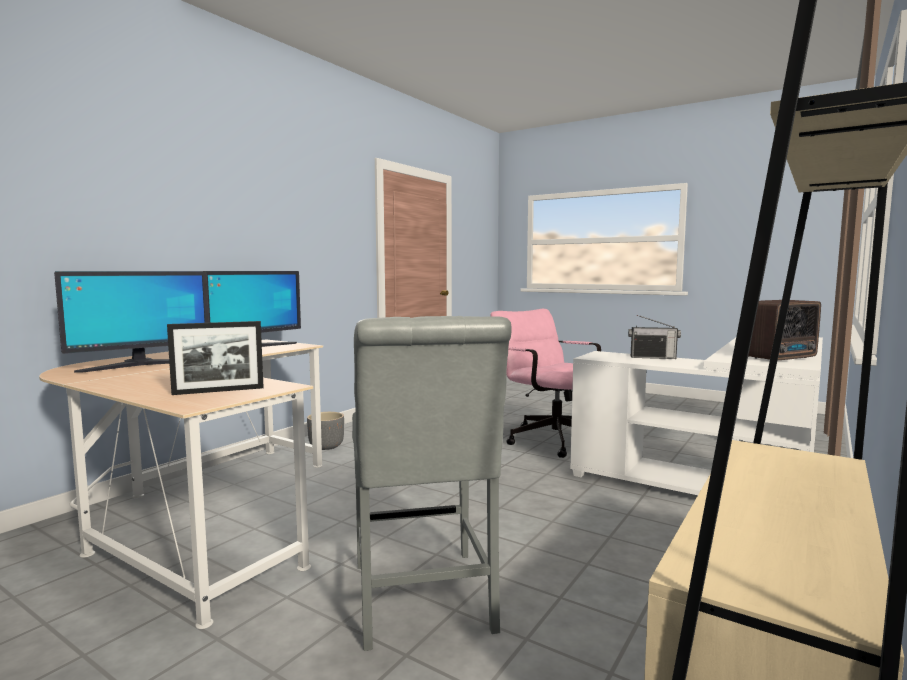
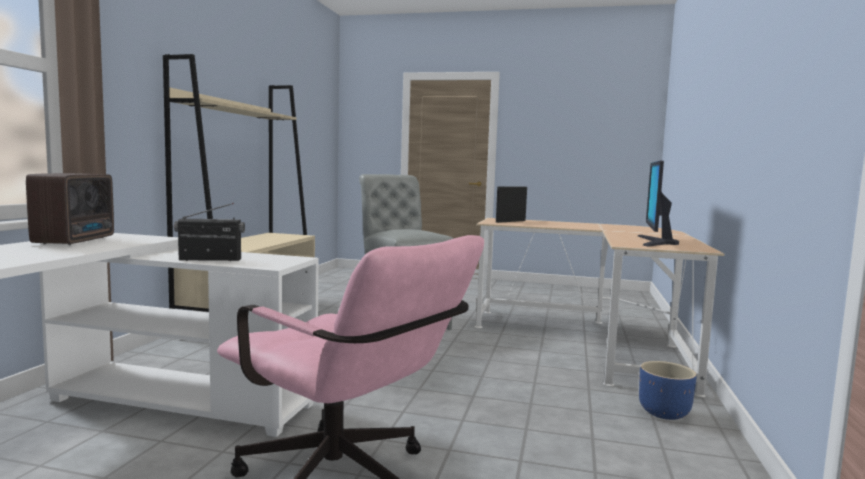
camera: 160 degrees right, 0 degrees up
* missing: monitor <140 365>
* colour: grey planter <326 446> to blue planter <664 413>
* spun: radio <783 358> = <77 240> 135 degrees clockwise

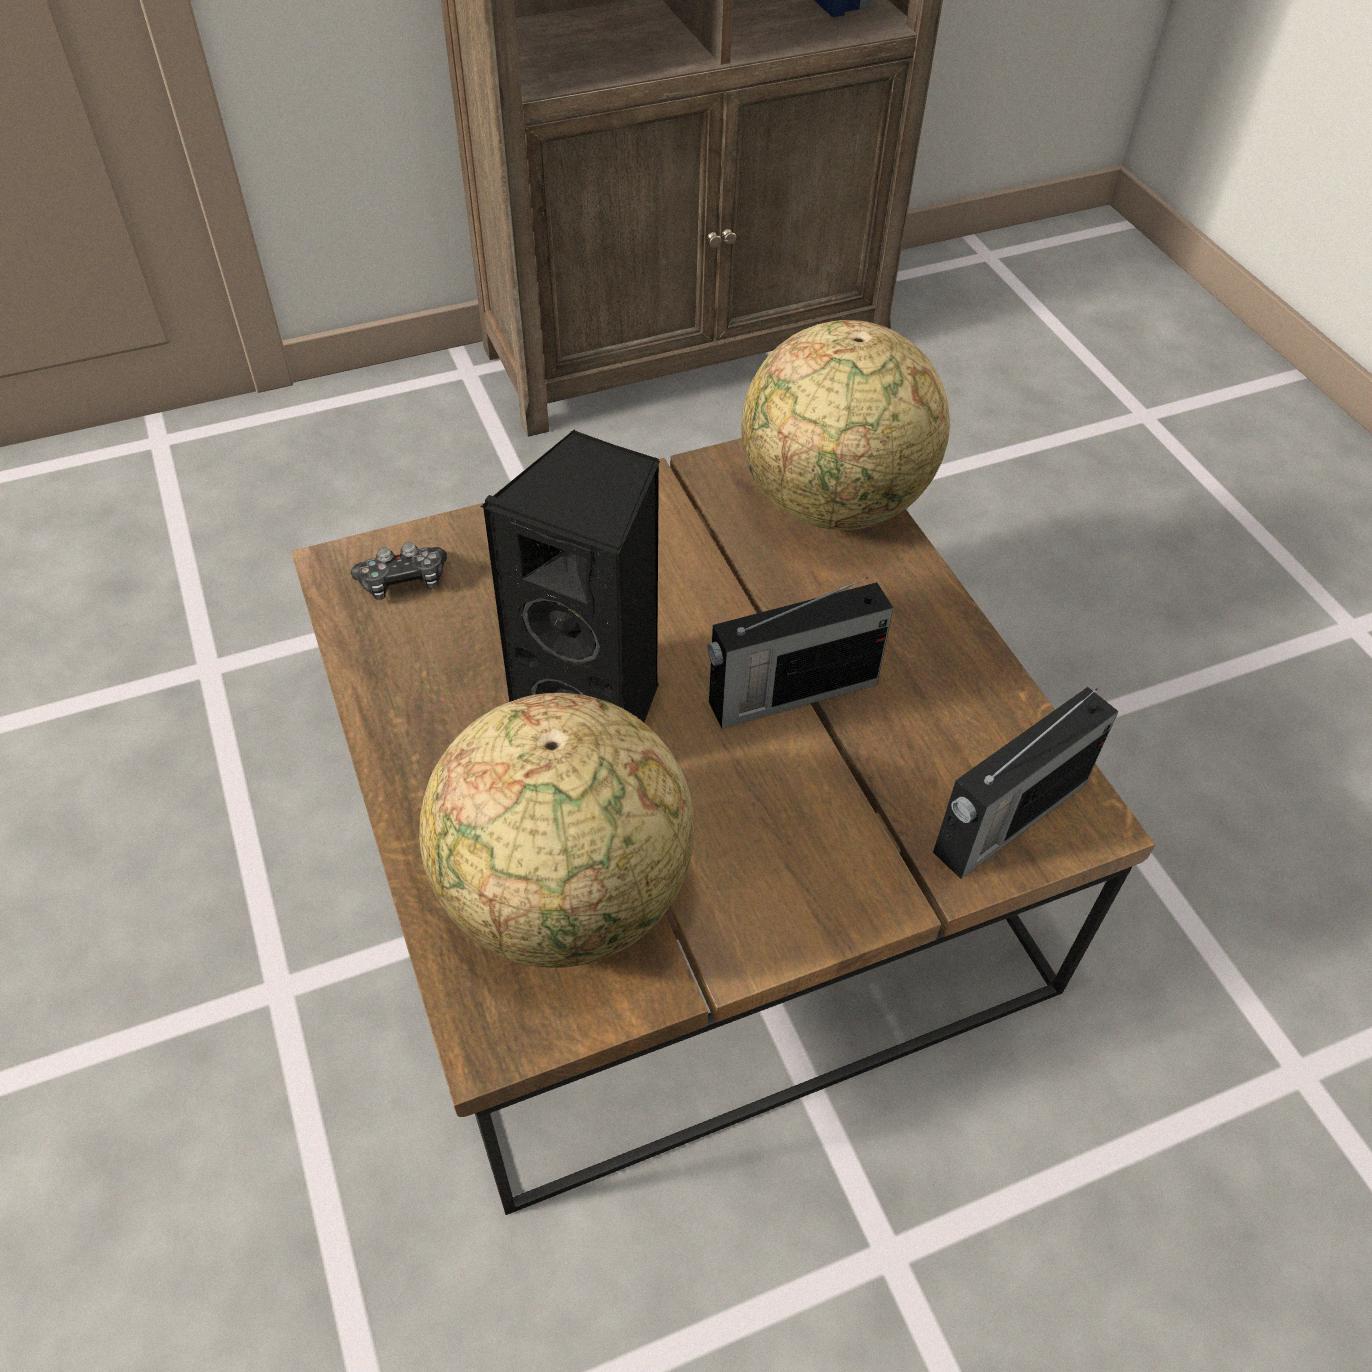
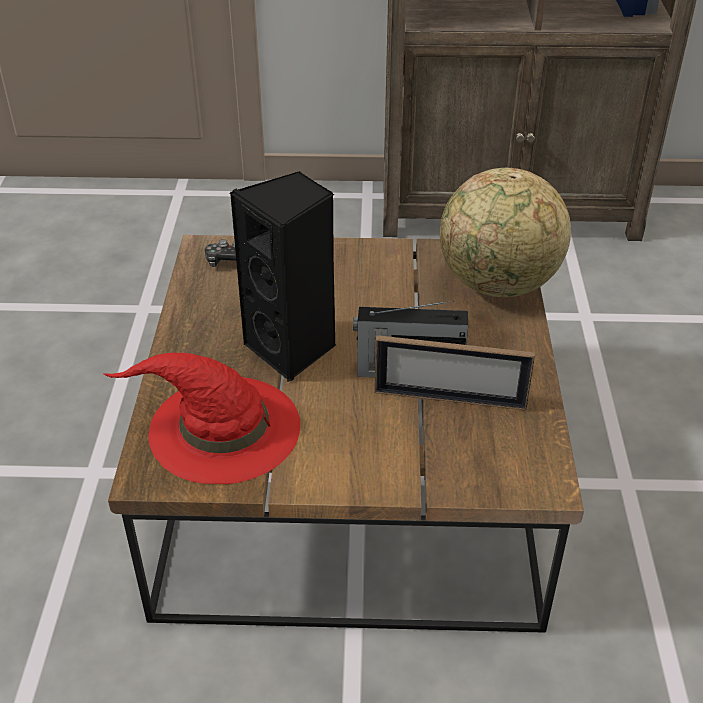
camera: 25 degrees right, 10 degrees down
* missing: radio <1007 819>
* appeared: picture frame <449 399>
* exchanged: globe <567 898> to red hat <222 429>

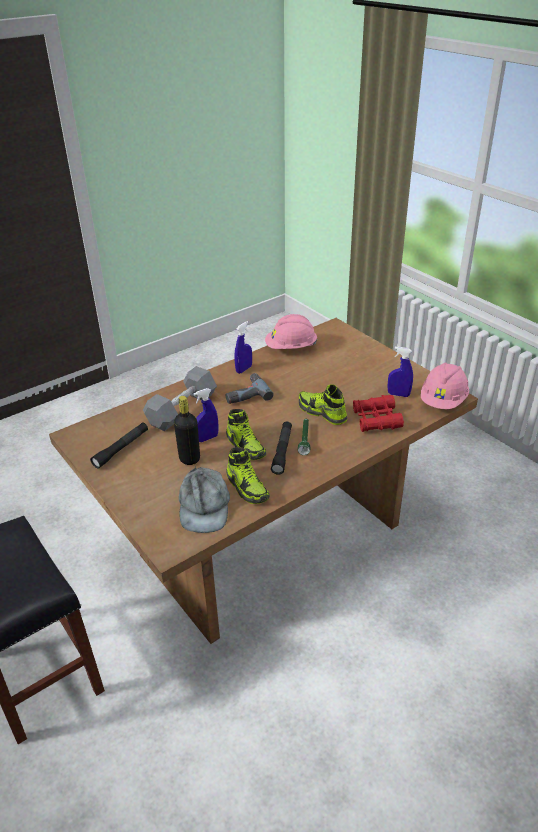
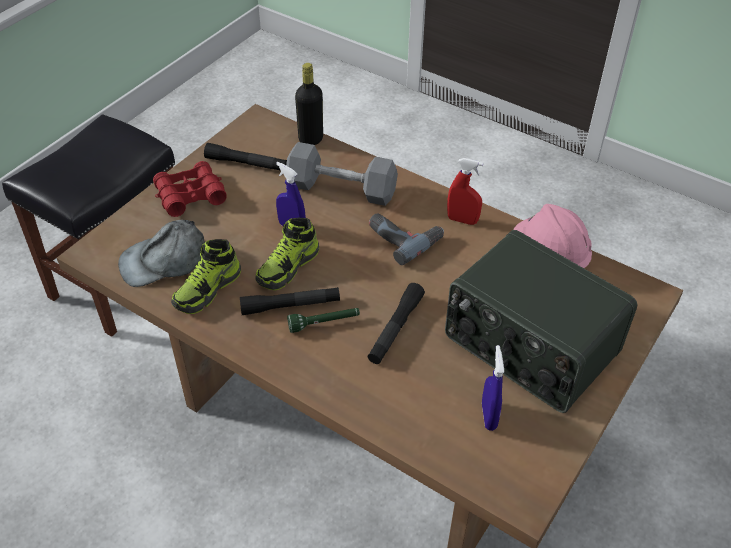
camera: 70 degrees right, 10 degrees up
* missing: pink hard hat <443 401>
* appeared: radio <529 346>
* relocated: black bottle <189 458> to <311 139>
* relocated: red binoculars <376 419> to <190 195>
* exchanged: shoe <322 413> to black flashlight <395 329>
* colour: blue spray bottle <244 369> to red spray bottle <462 220>

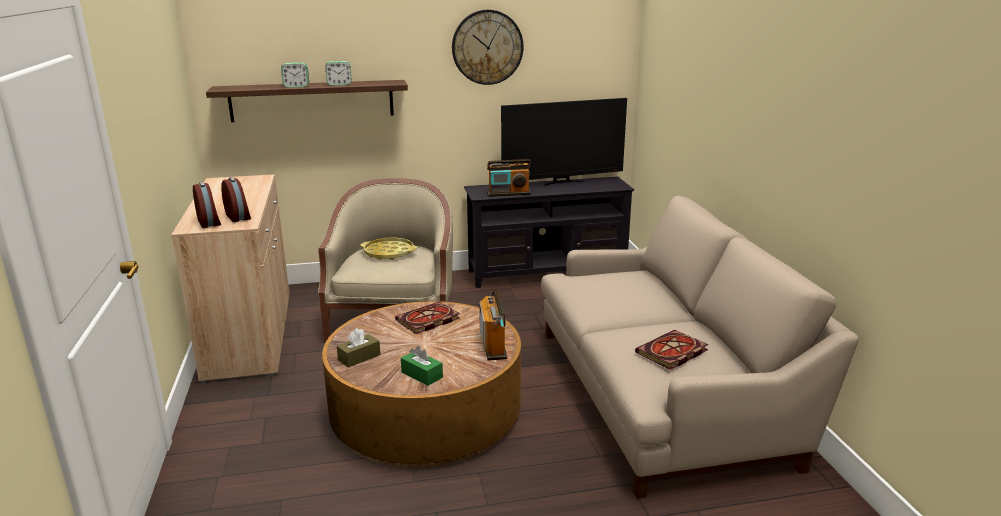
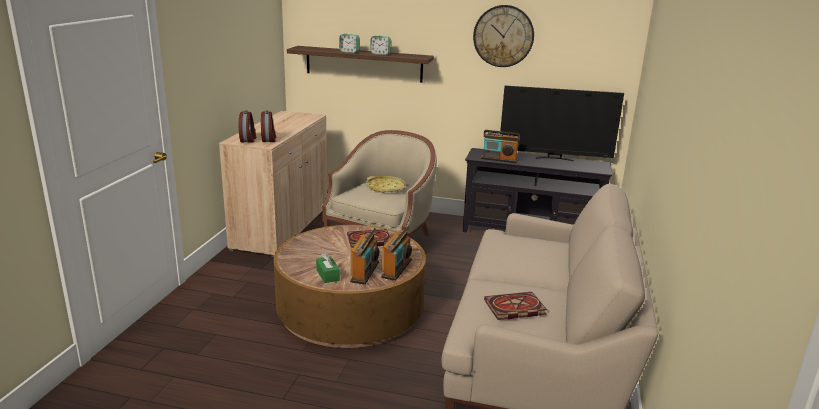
camera: 25 degrees right, 0 degrees up
* missing: brown tissue box <359 357>
* appeared: radio <365 272>

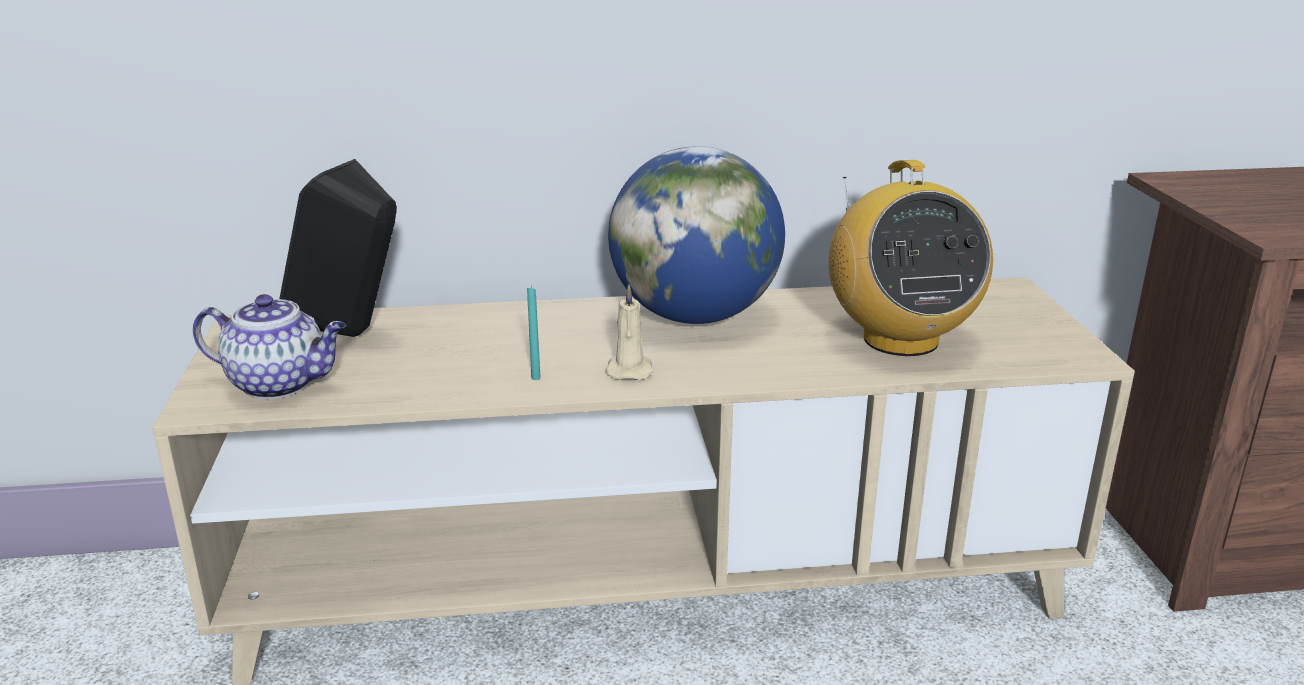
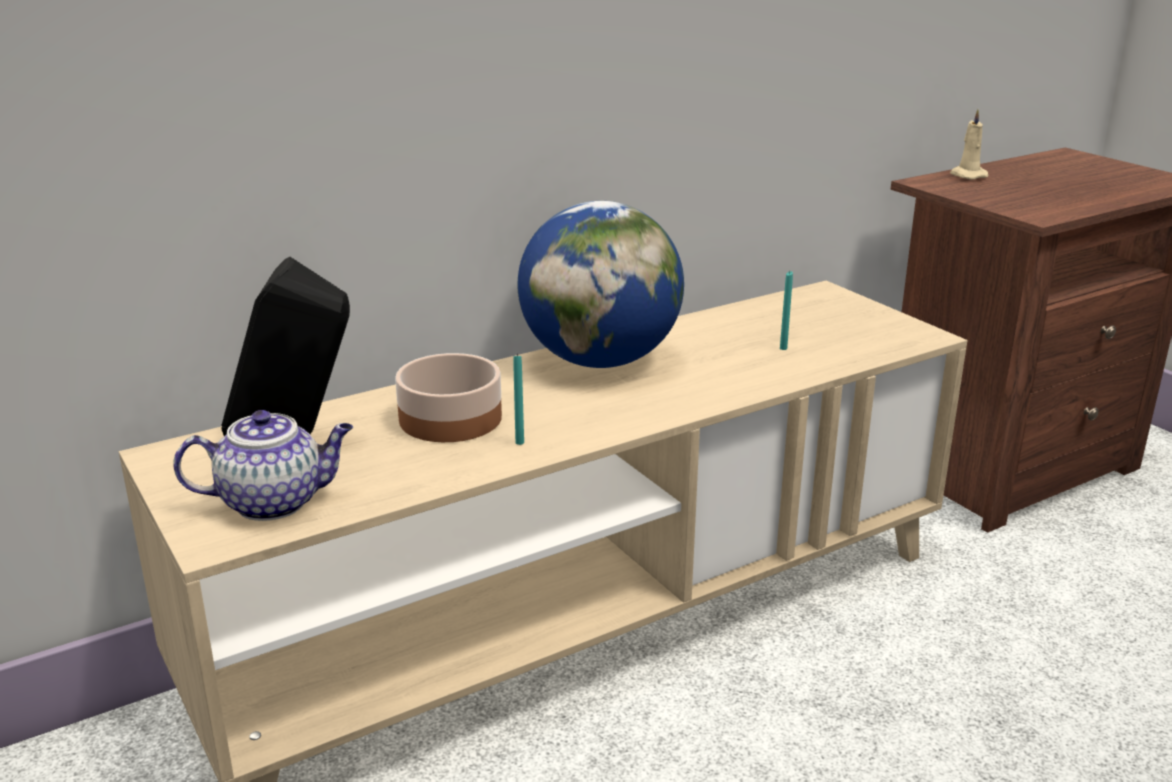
camera: 25 degrees left, 0 degrees up
* appeared: bowl <449 418>
* relocated: beige candle <629 369> to <966 175>
* exchanged: radio <899 339> to turquoise candle <783 348>

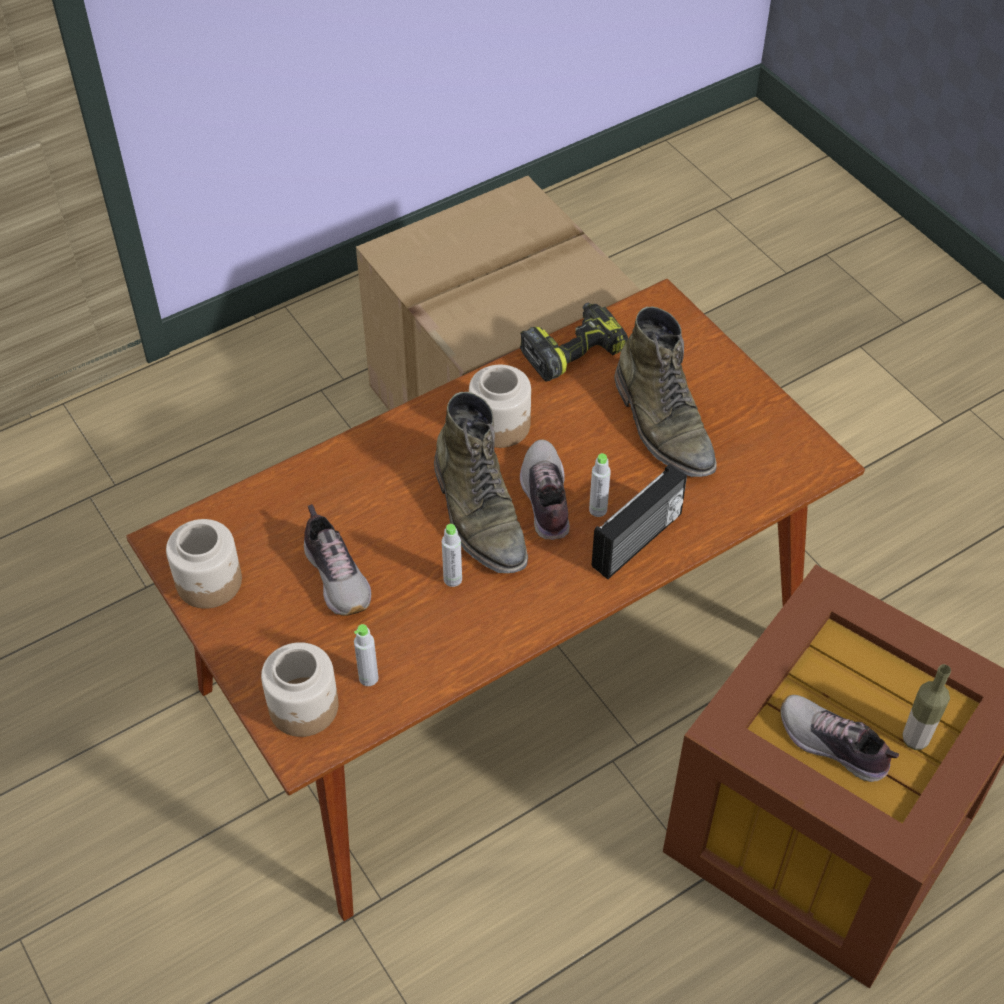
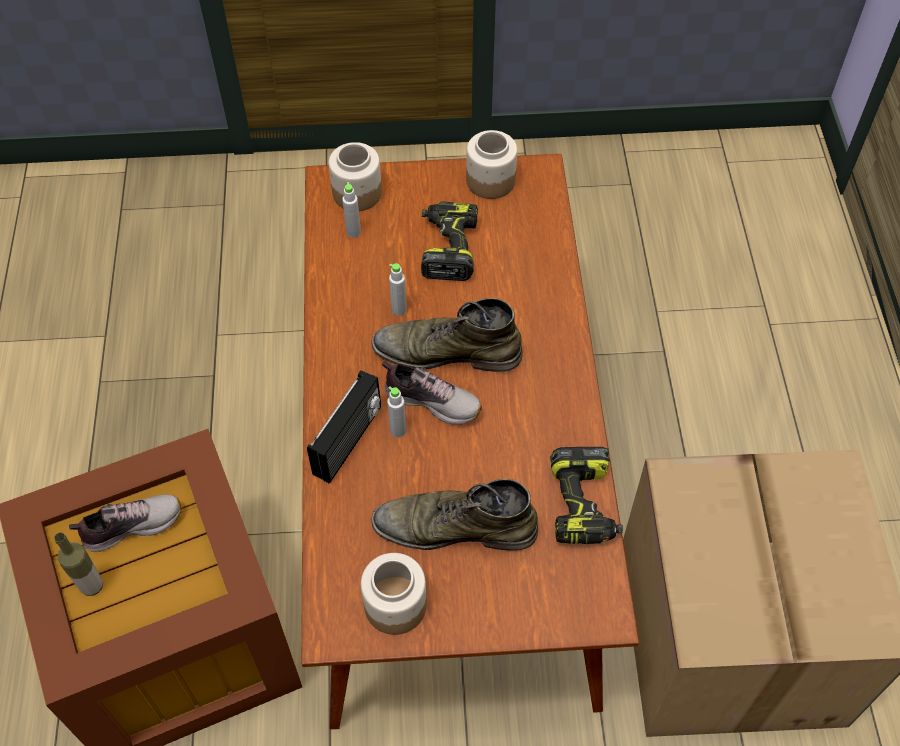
camera: 120 degrees right, 5 degrees up
* relocated: jar <500 425> to <395 606>
* exchanged: shoe <338 576> to power drill <447 247>
* spun: radio <638 541> = <349 441> 135 degrees counterclockwise

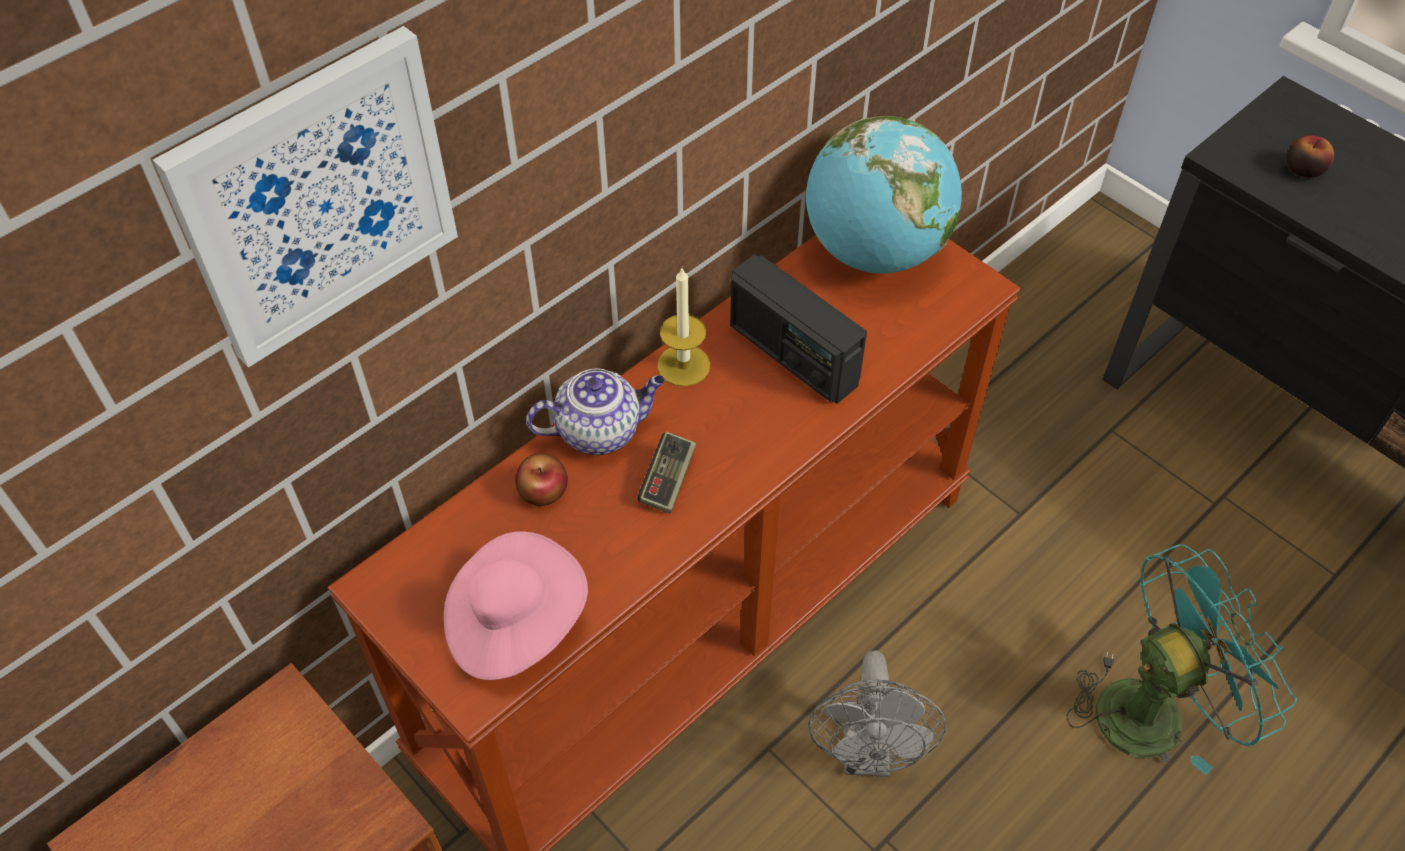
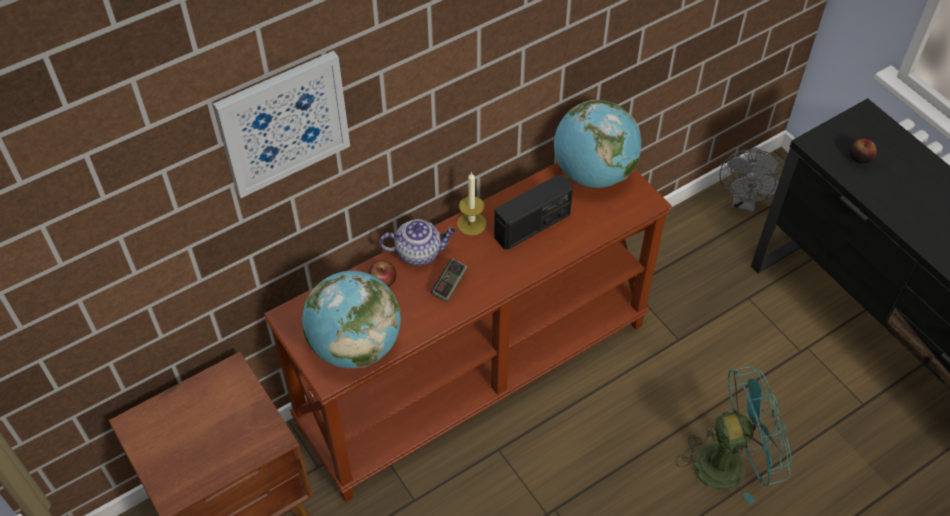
camera: 10 degrees right, 0 degrees up
* relocated: grey fan <867 754> to <744 202>
* exchanged: pink hat <514 622> to globe <355 345>
* spun: radio <792 355> = <532 226> 90 degrees counterclockwise

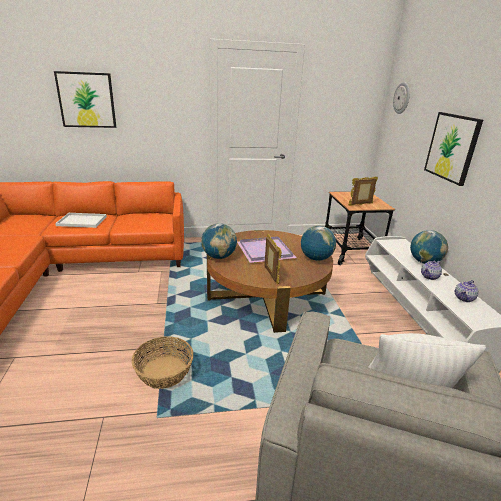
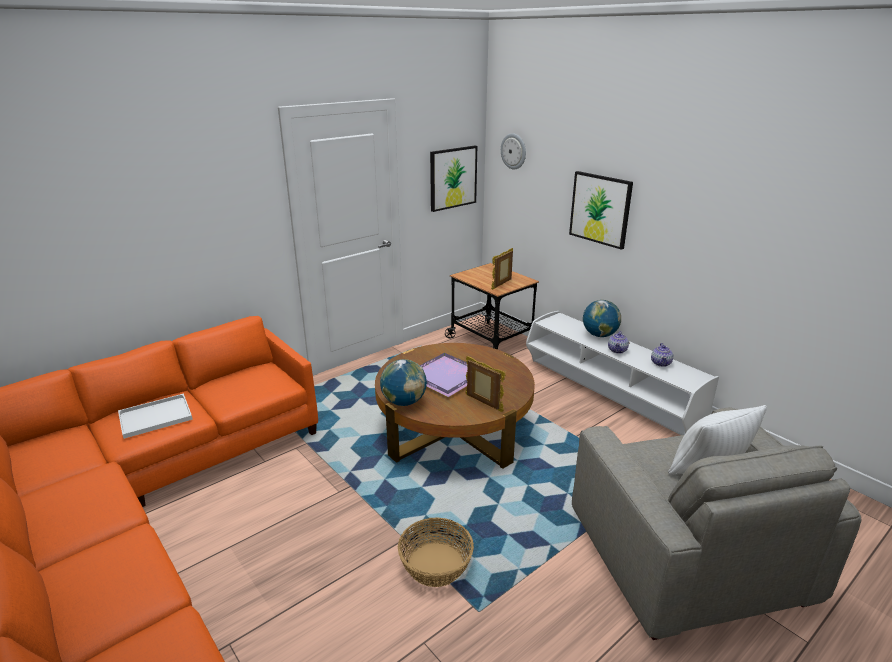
camera: 30 degrees left, 0 degrees up
* missing: globe <316 258>
* relocated: picture <86 100> to <453 178>

